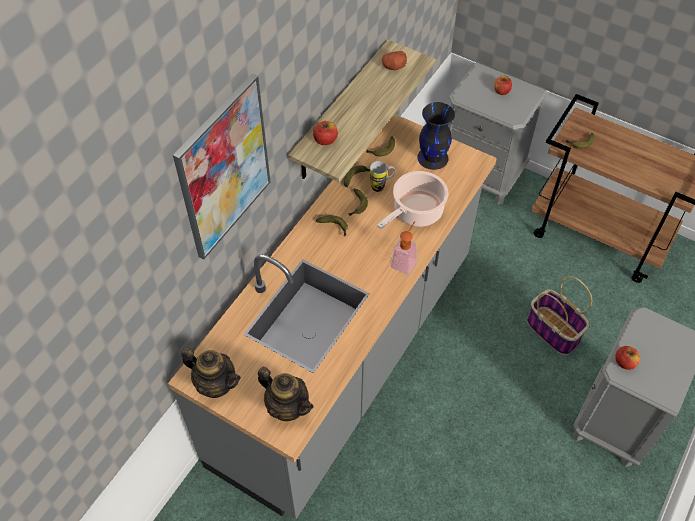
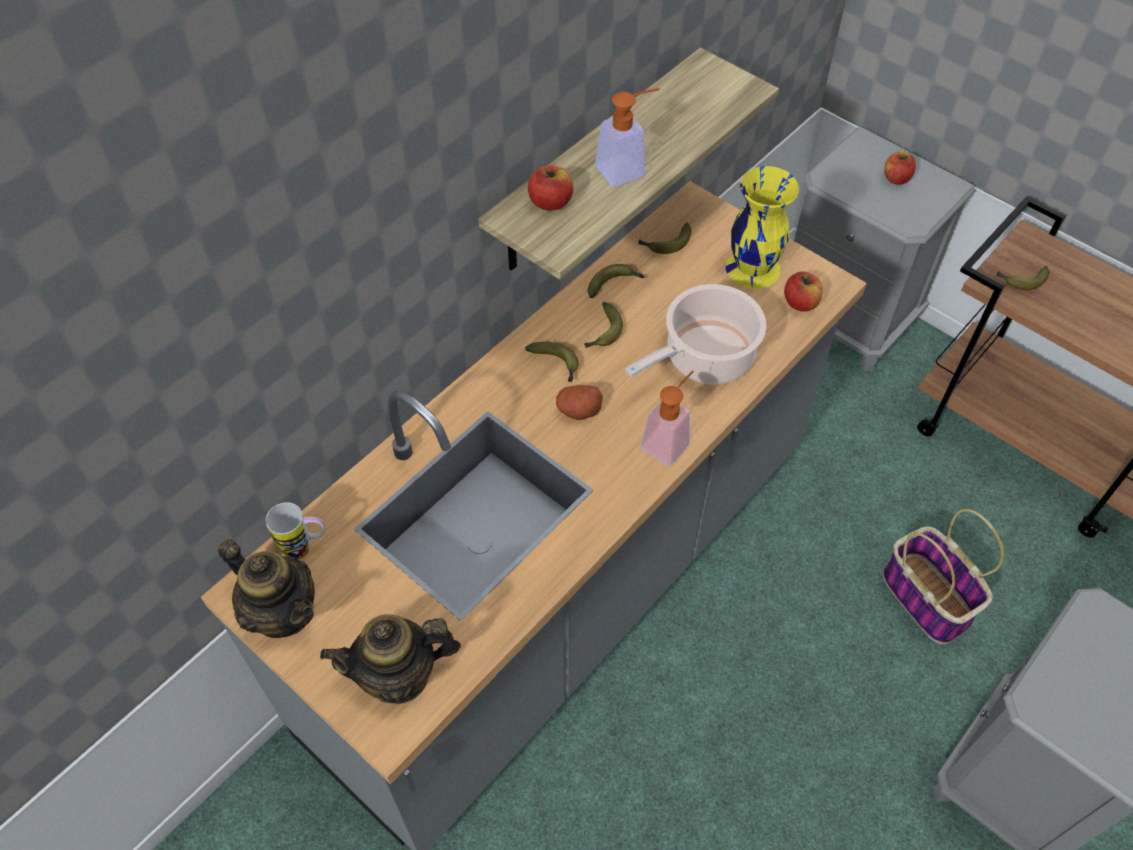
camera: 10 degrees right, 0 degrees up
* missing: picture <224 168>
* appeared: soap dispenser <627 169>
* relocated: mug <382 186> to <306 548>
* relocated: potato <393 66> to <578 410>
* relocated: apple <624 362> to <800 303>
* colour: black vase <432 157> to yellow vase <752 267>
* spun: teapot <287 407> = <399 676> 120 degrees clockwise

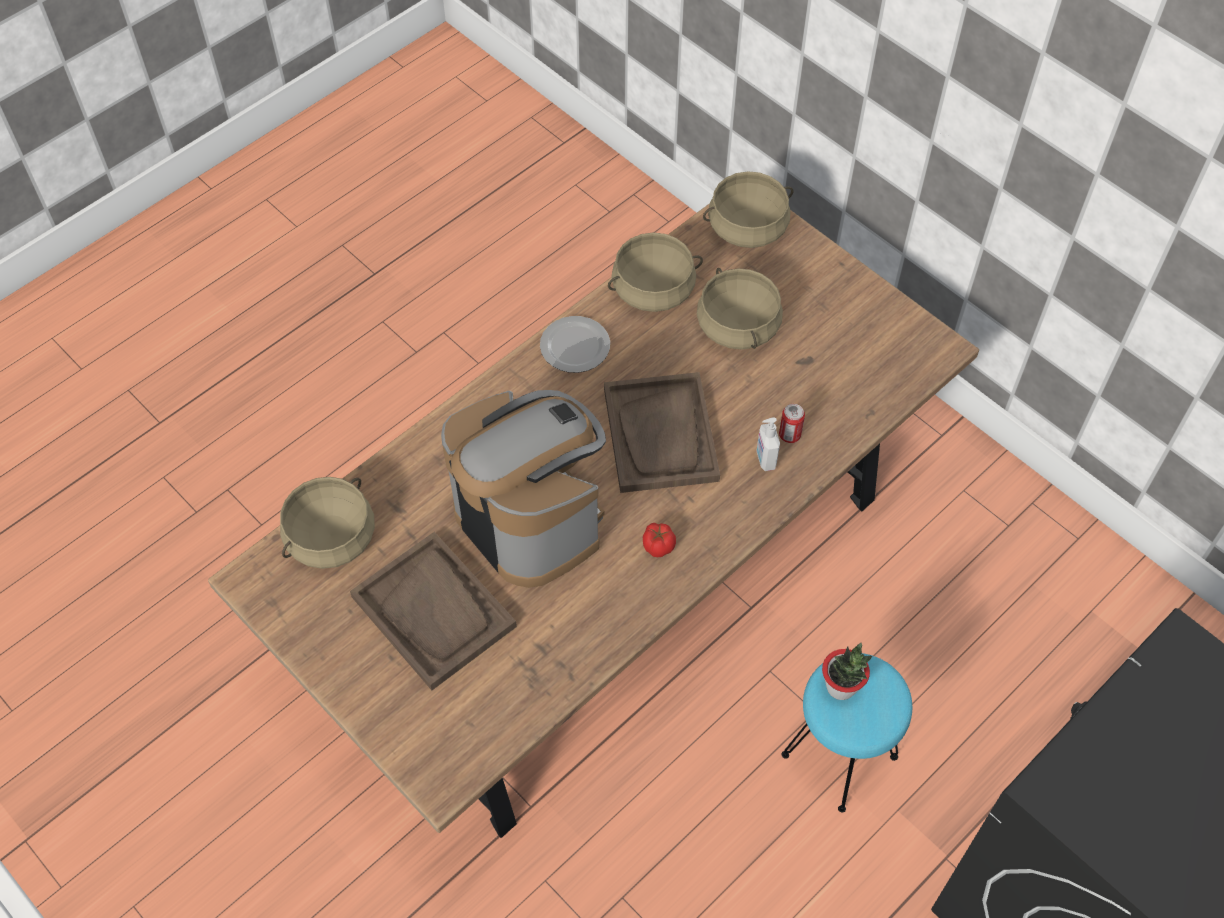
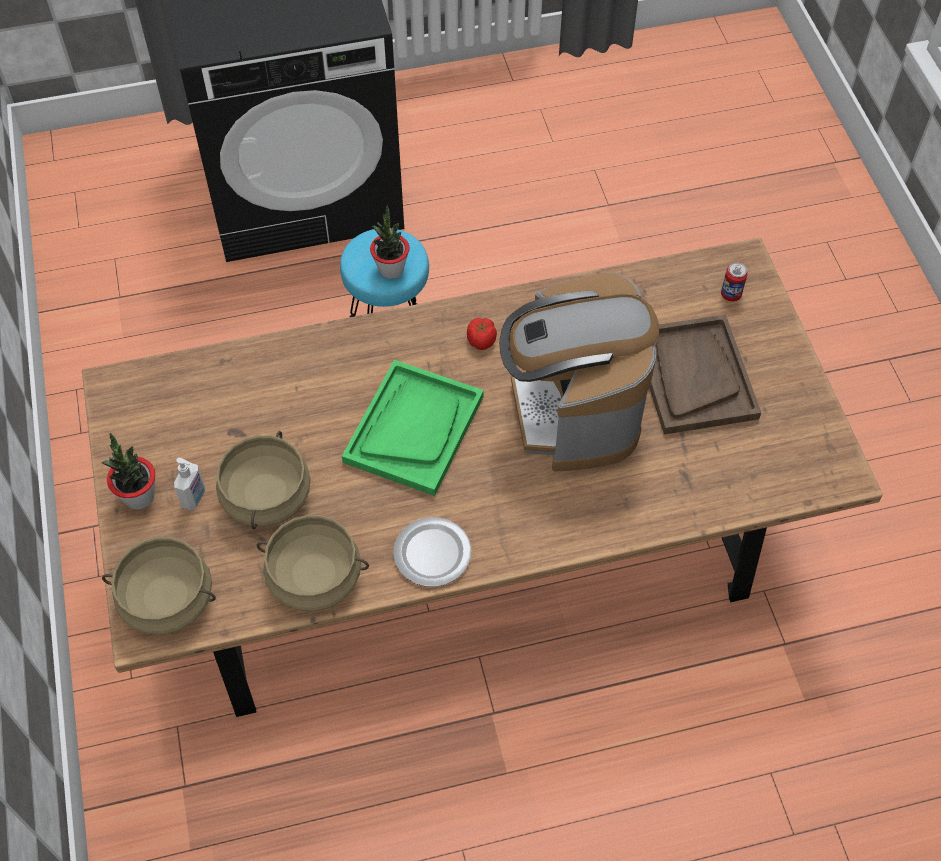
camera: 150 degrees left, 0 degrees up
* missing: beige cooking pot <330 537>
* appeared: potted plant <139 497>
* relocated: soap dispenser <765 459> to <194 498>
* relocated: can <789 435> to <730 295>
* colour: brown tray <661 435> to green tray <414 429>

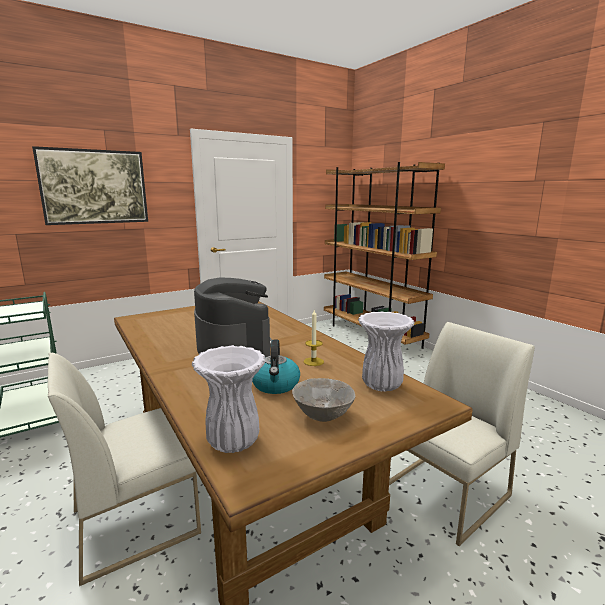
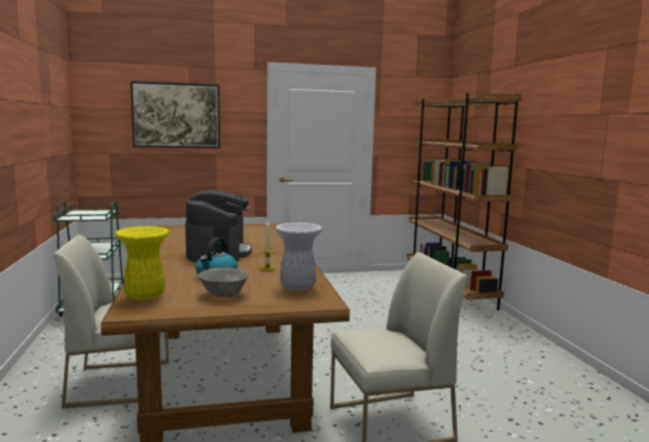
camera: 20 degrees right, 5 degrees down
* colour: white vase <232 442> to yellow vase <144 296>

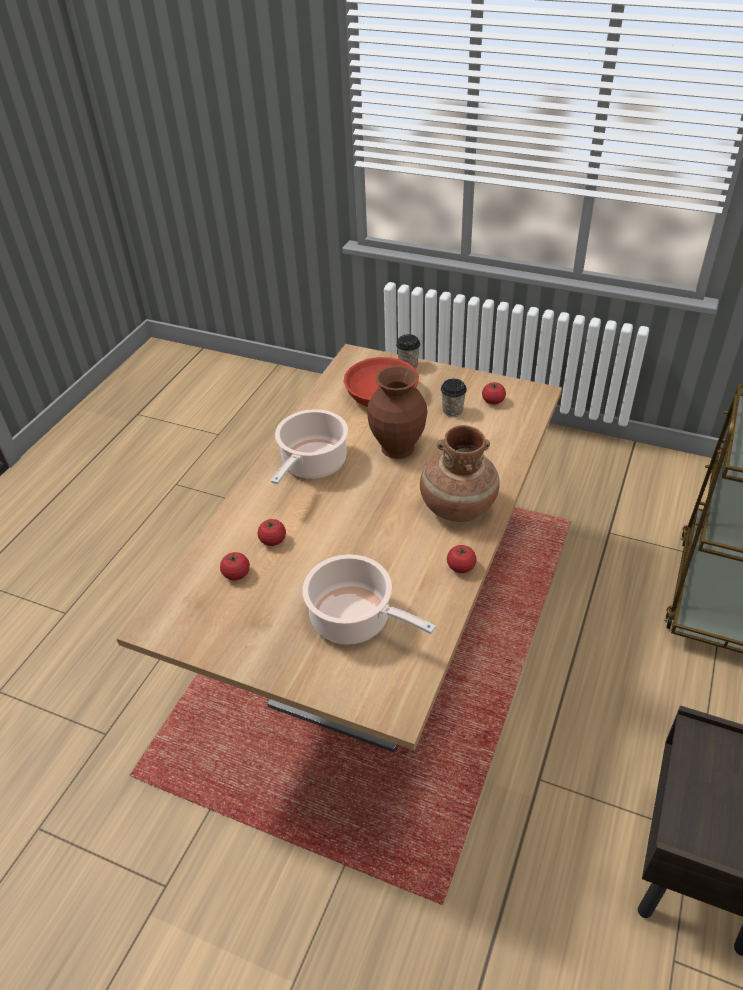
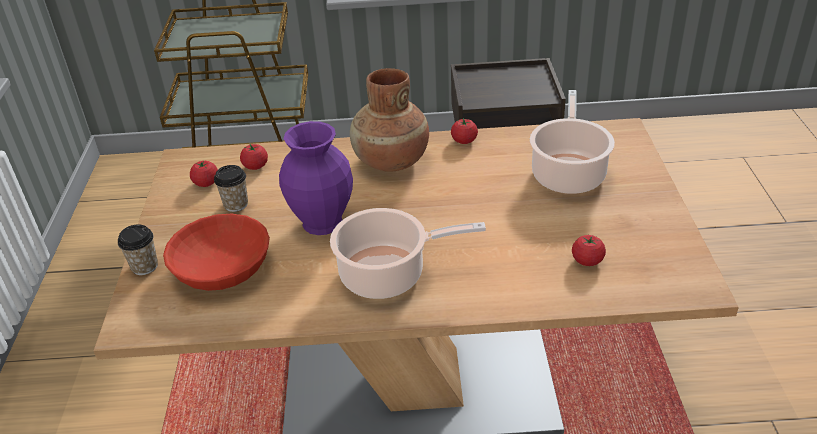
camera: 115 degrees left, 5 degrees down
* relocated: tomato <273 540> to <255 166>
* colour: brown vase <398 447> to purple vase <321 222>

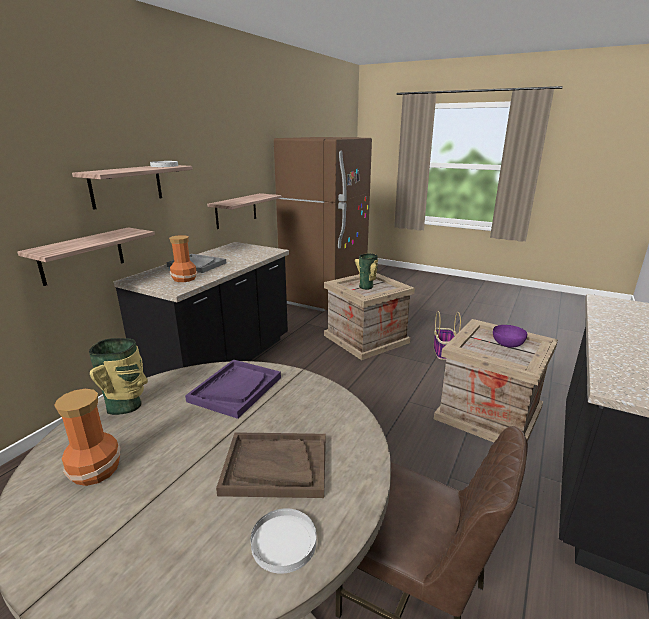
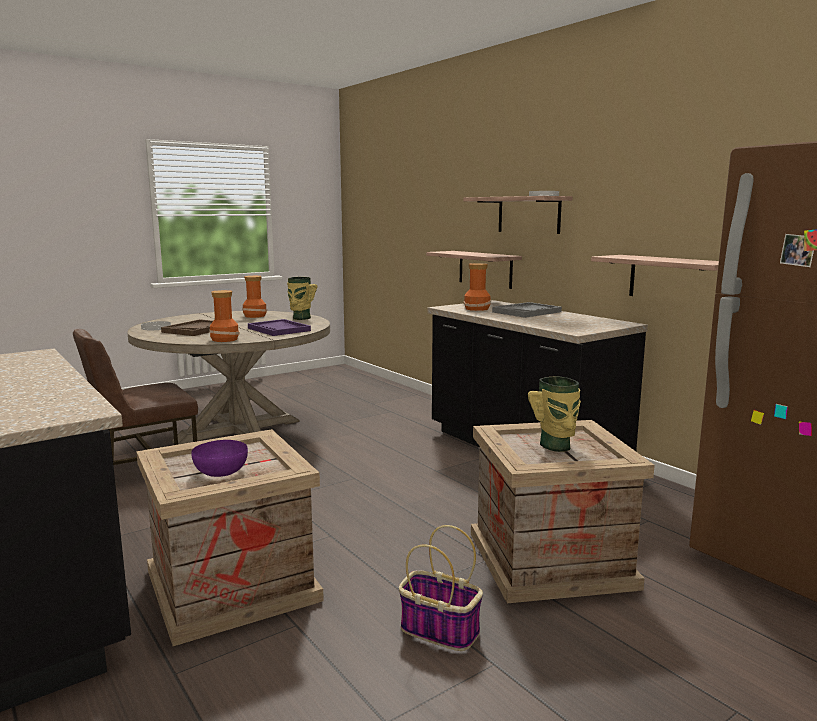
camera: 115 degrees right, 10 degrees down
* appeared: vase <224 339>

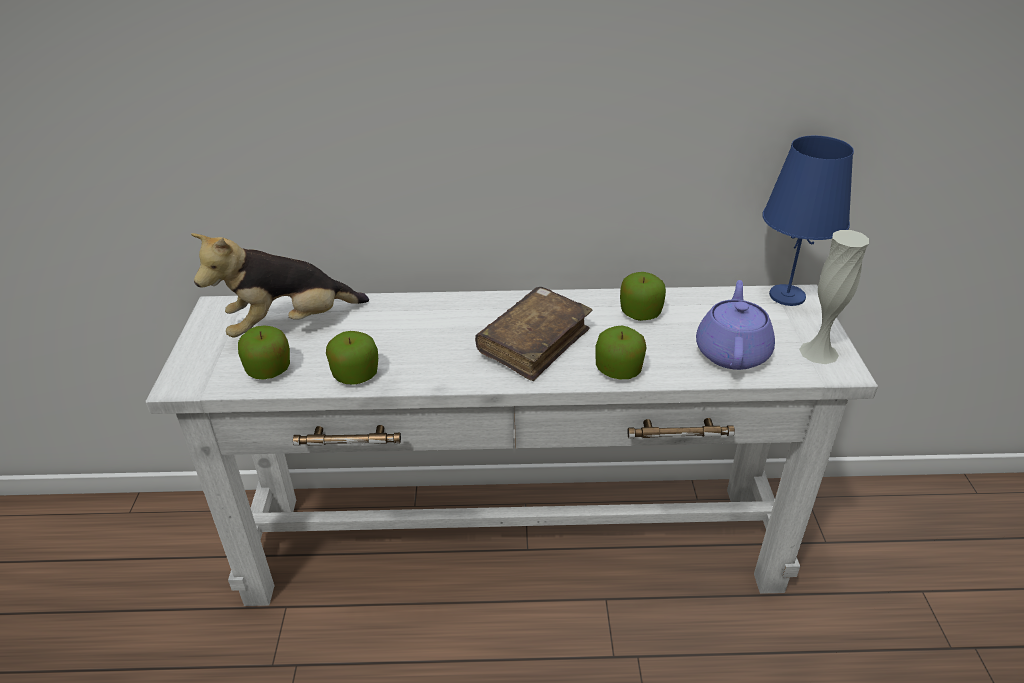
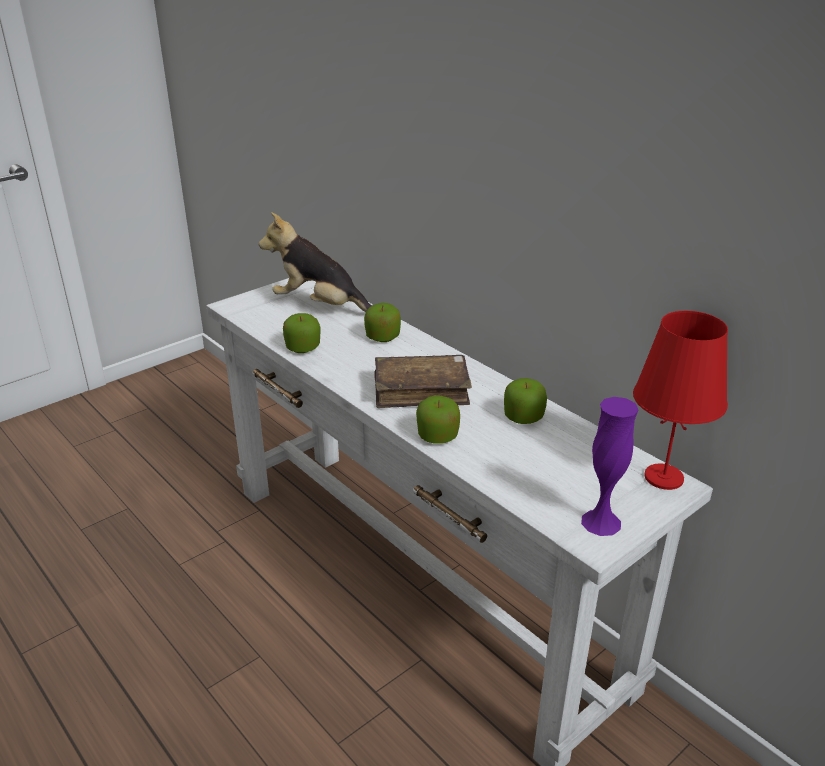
camera: 50 degrees right, 5 degrees down
* missing: purple teapot <732 352>
* relocated: apple <268 370> to <382 337>
* colour: blue table lamp <786 296> to red table lamp <663 477>
* colour: white vase <818 352> to purple vase <601 522>

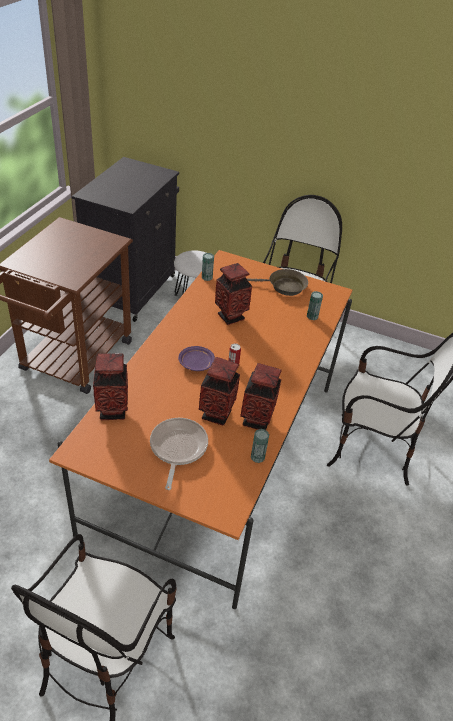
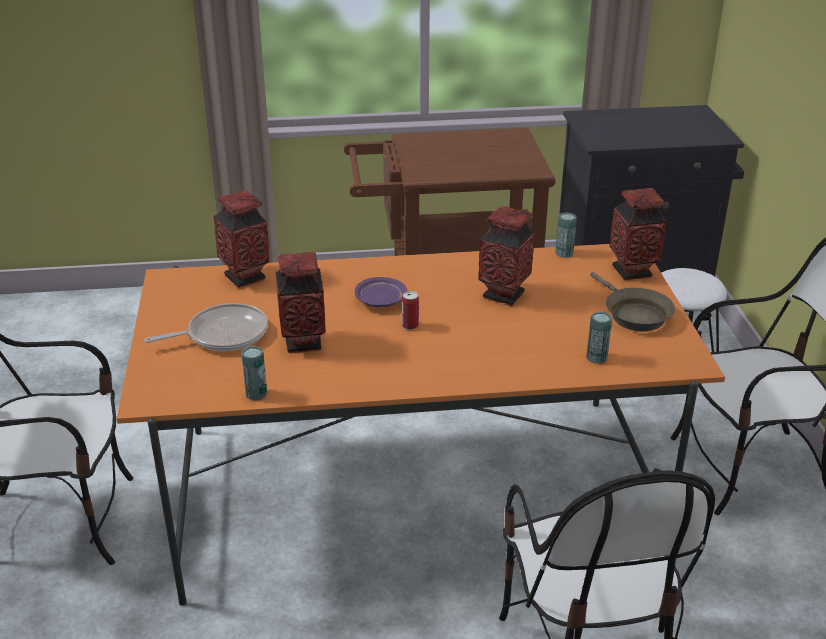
camera: 65 degrees right, 10 degrees down
* relocated: vase <256 420> to <632 271>

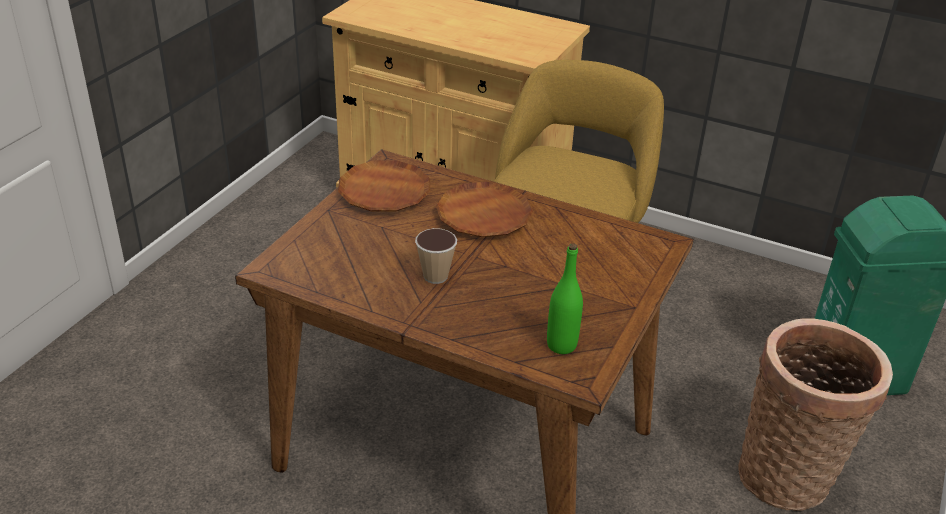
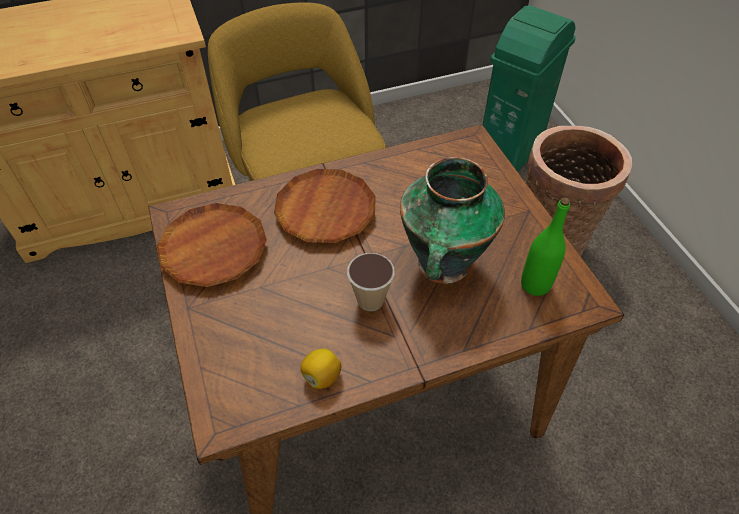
camera: 45 degrees left, 15 degrees up
* appeared: lemon <321 376>
* appeared: vase <442 265>

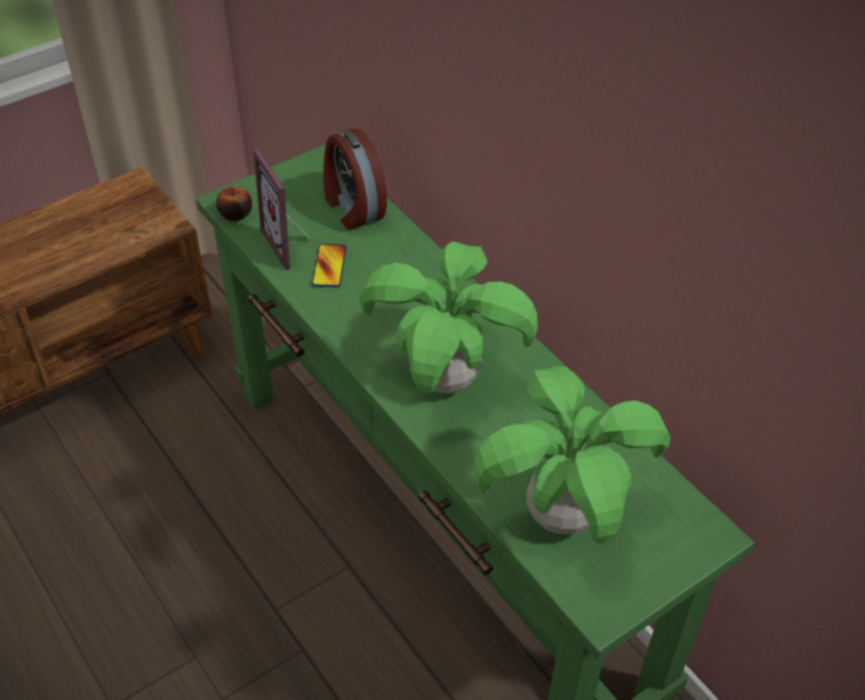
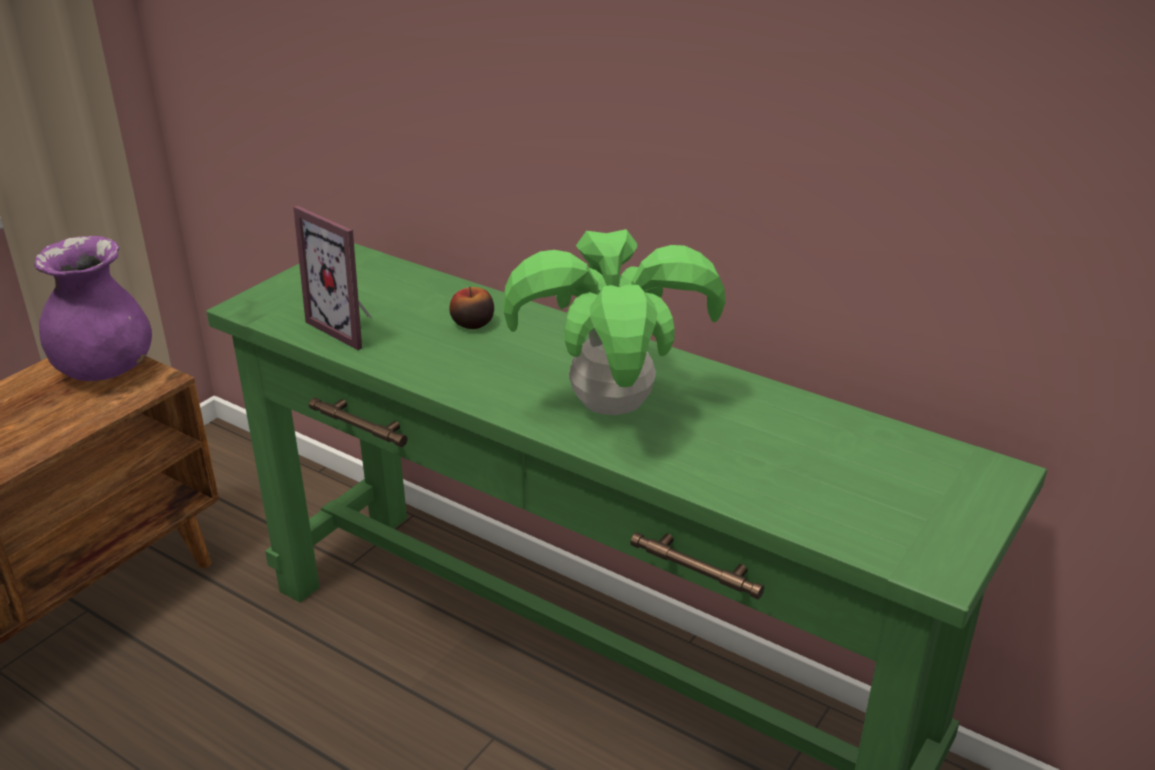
camera: 20 degrees left, 15 degrees down
* missing: phone <329 266>
* missing: alarm clock <352 208>
* missing: potted plant <560 516>
* appeared: purple vase <105 370>
* relocated: apple <235 214> to <472 323>

